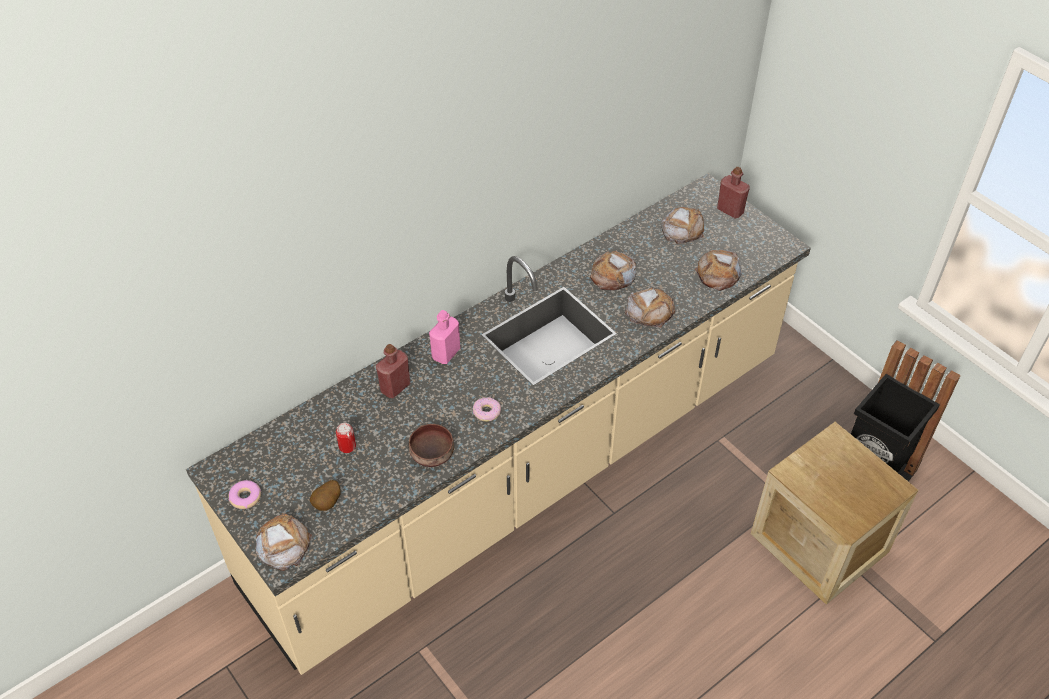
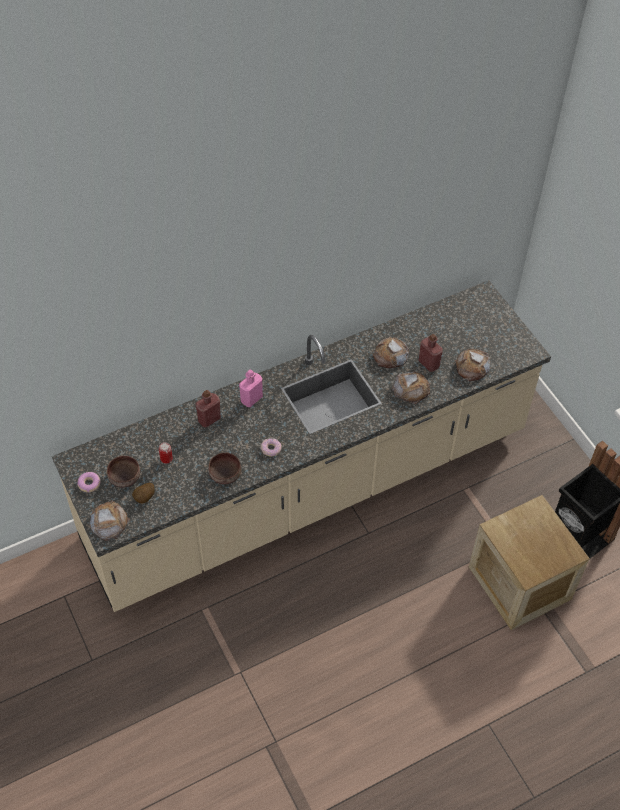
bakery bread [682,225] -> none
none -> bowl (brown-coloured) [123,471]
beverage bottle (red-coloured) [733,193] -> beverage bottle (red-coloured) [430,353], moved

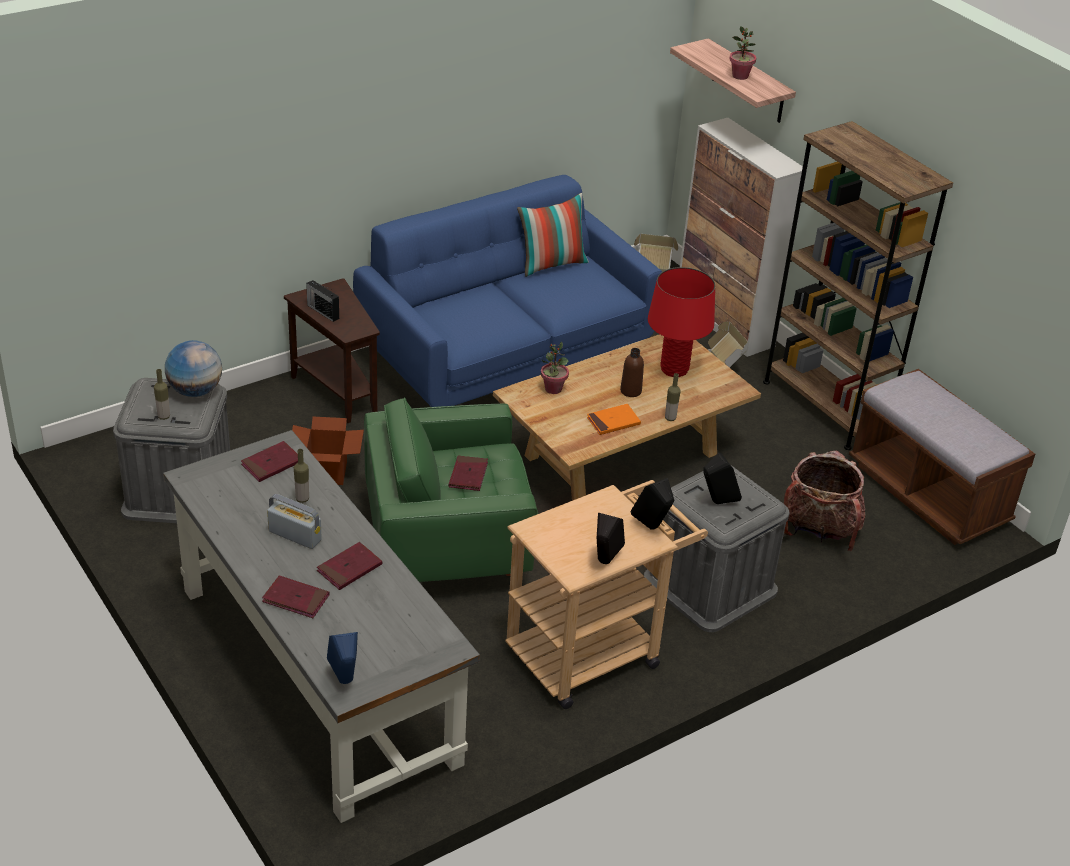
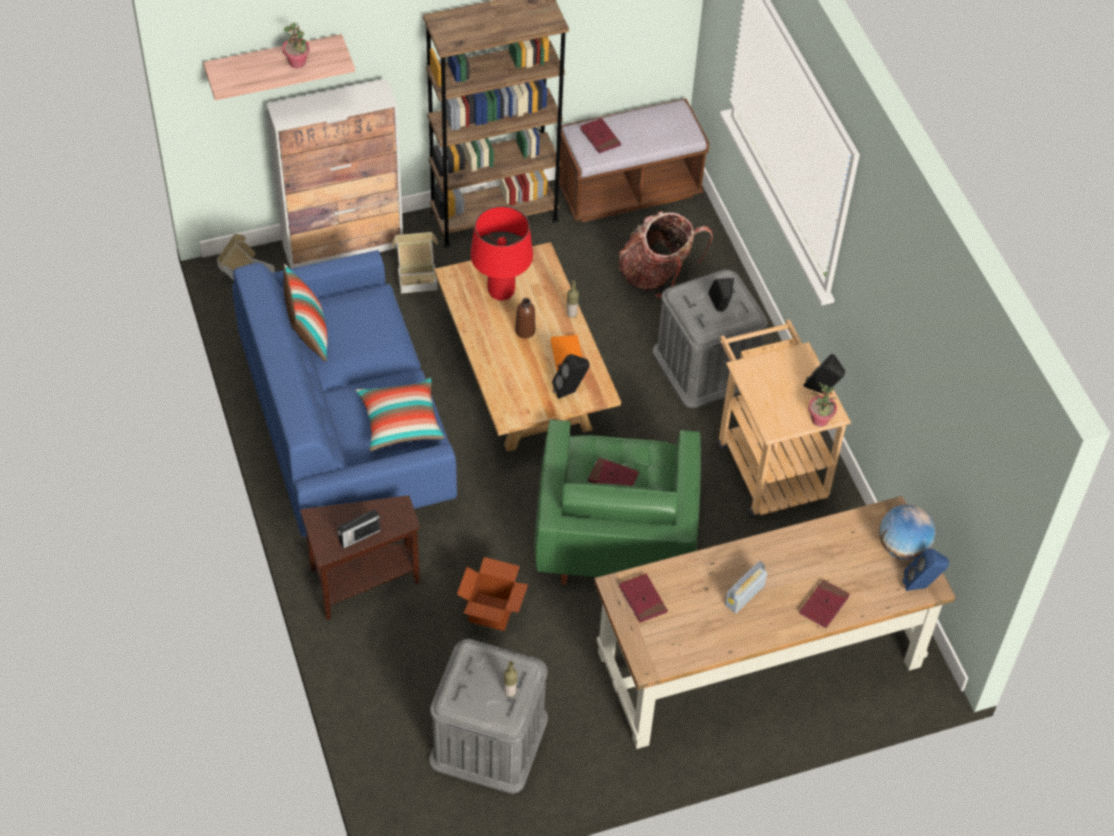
beverage bottle [301,476] -> none
none -> cushion [400,414]
desk globe [193,368] -> desk globe [907,532], moved
volume (red-coloured) [349,566] -> volume (red-coloured) [600,135], moved
potted plant [555,367] -> potted plant [822,404], moved
speaker (black-coloured) [653,504] -> speaker (black-coloured) [570,376], moved
desk unit (greyish) [321,626] -> desk unit (brown-coloured) [774,622]

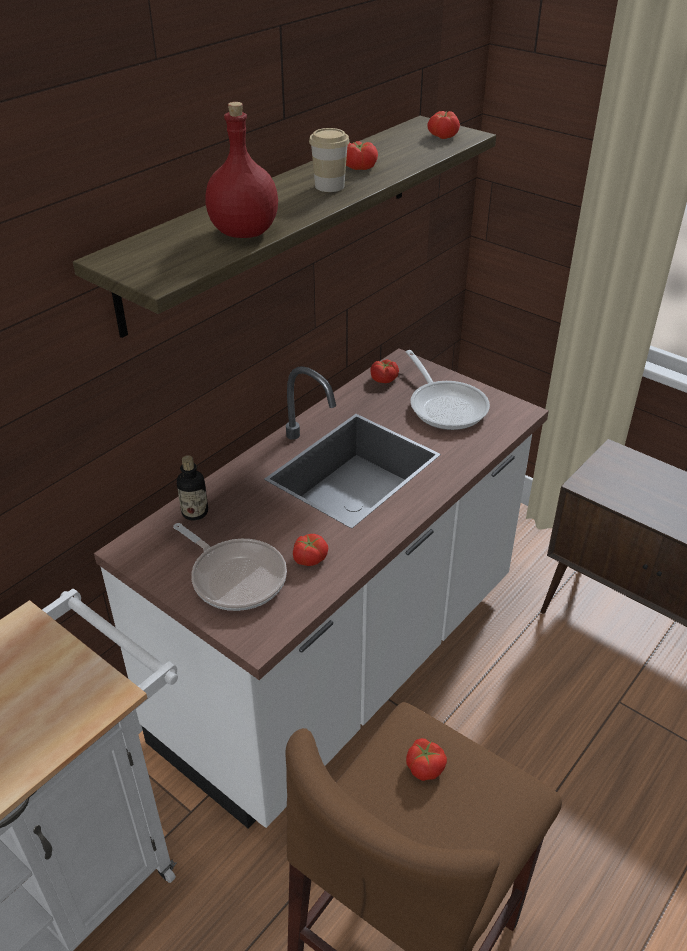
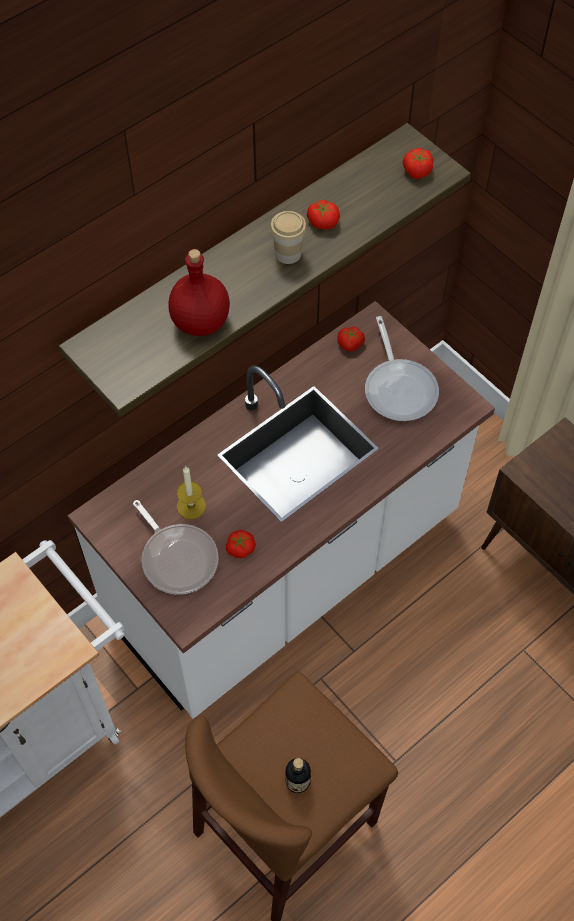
tomato [426,759] -> none
none -> wax light [191,492]
beverage bottle [192,488] -> beverage bottle [298,775], moved

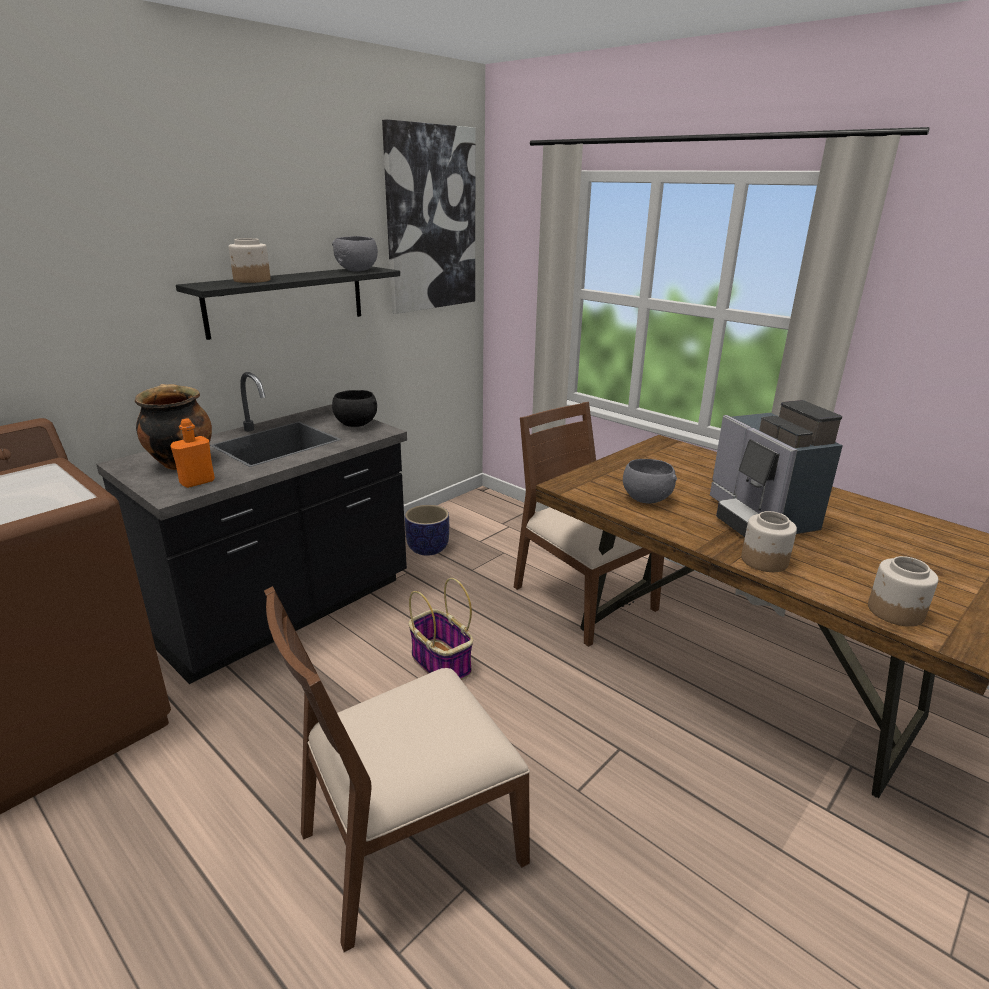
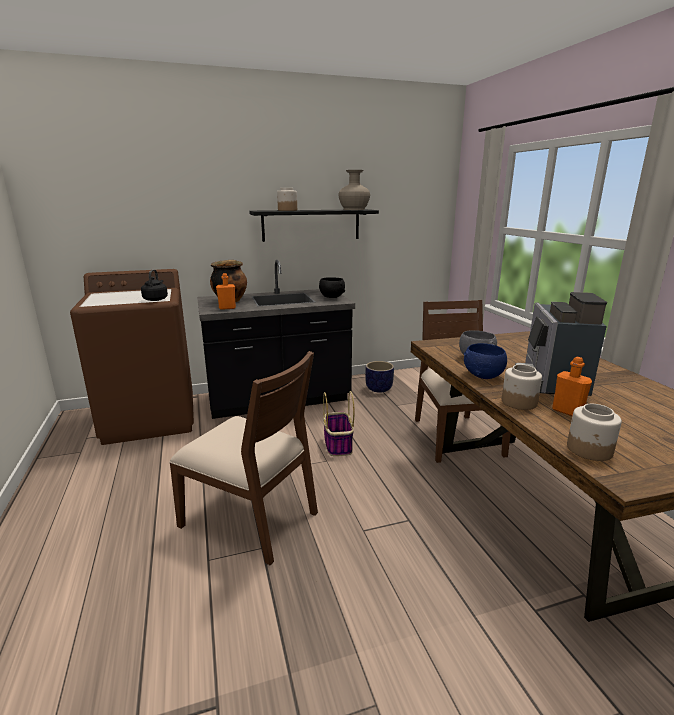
wall picture [428,216] -> none
none -> tea kettle (black-coloured) [154,285]
none -> bowl (blue-coloured) [485,361]
none -> beverage bottle (orangey) [572,386]
bowl (greyish) [355,254] -> vase (beige-coloured) [354,190]
chair (brown-coloured) [397,769] -> chair (brown-coloured) [243,458], 150 degrees counterclockwise

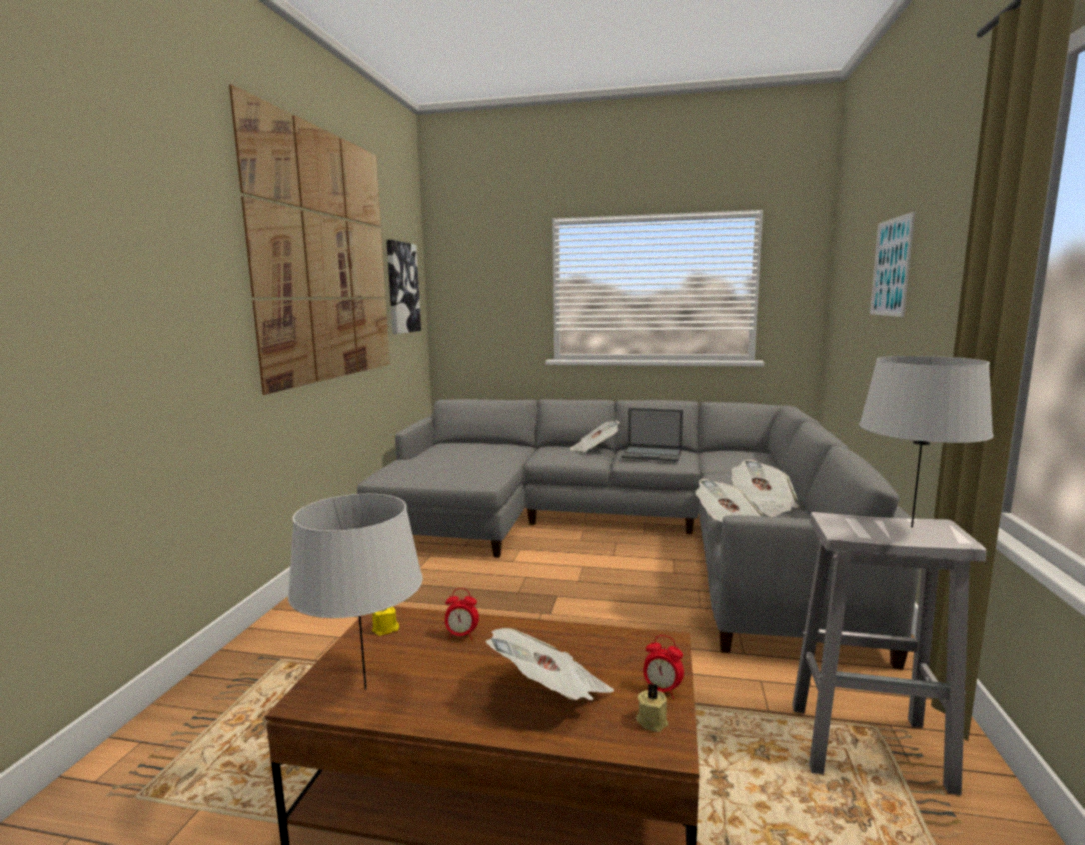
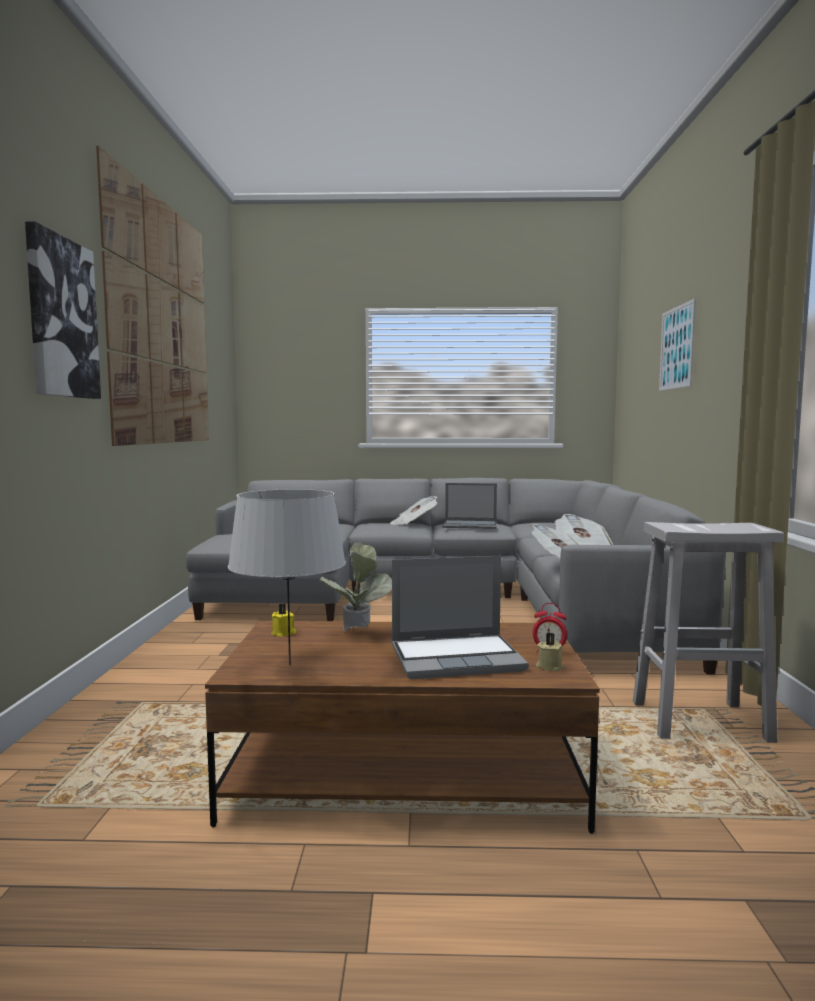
table lamp (greyish) [926,442] -> none
wall picture [403,287] -> wall picture [63,310], moved
bedside clock [462,614] -> potted plant [355,587]
daily paper [549,664] -> notebook computer [460,617]

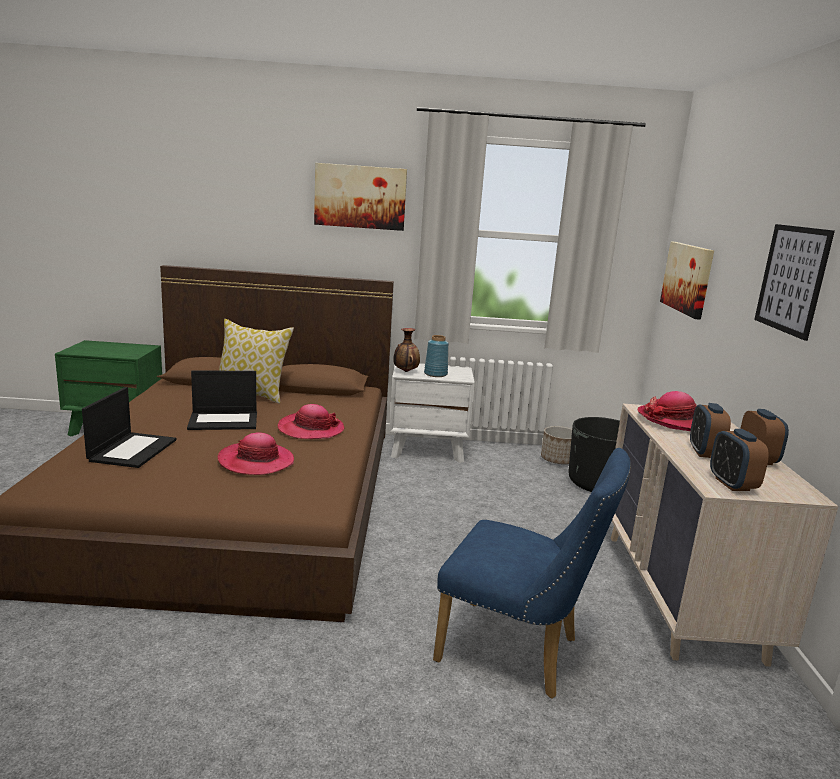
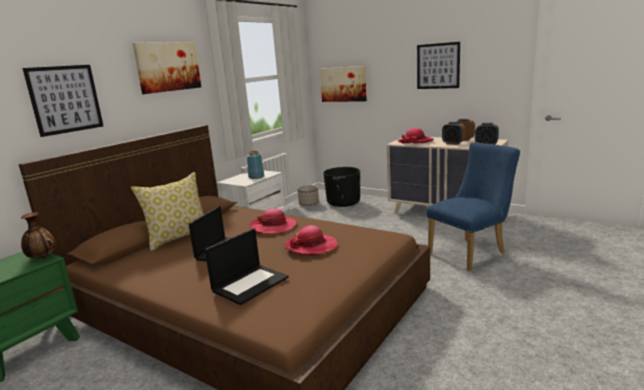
none -> wall picture [62,101]
vase [406,350] -> vase [38,235], moved
notebook computer [129,427] -> notebook computer [247,266], 90 degrees clockwise

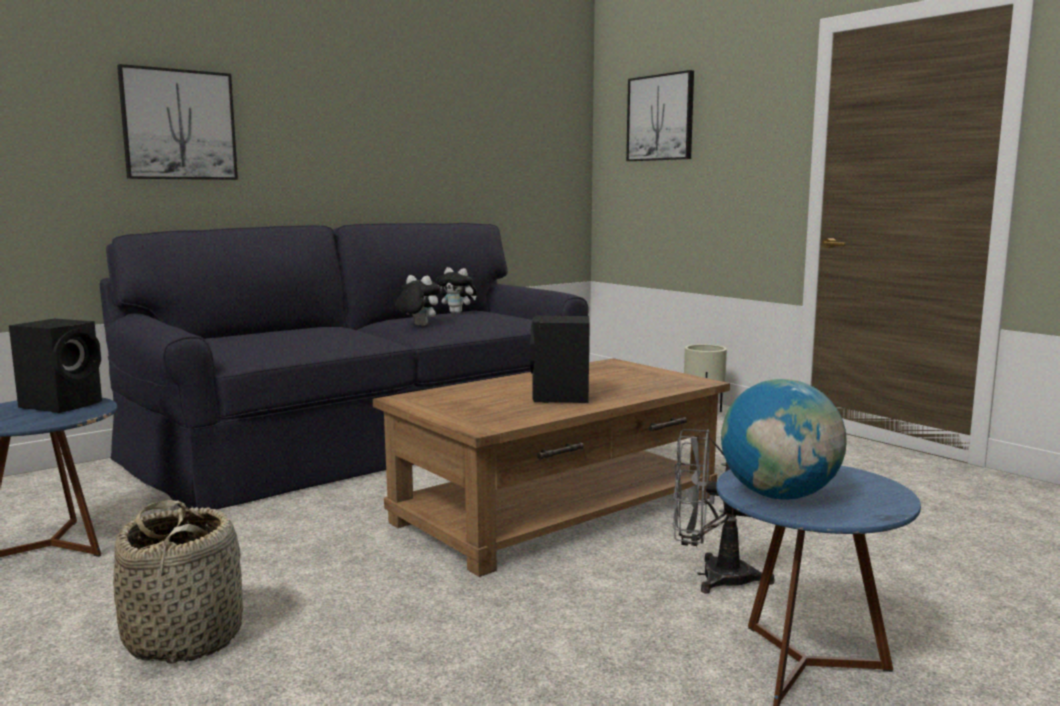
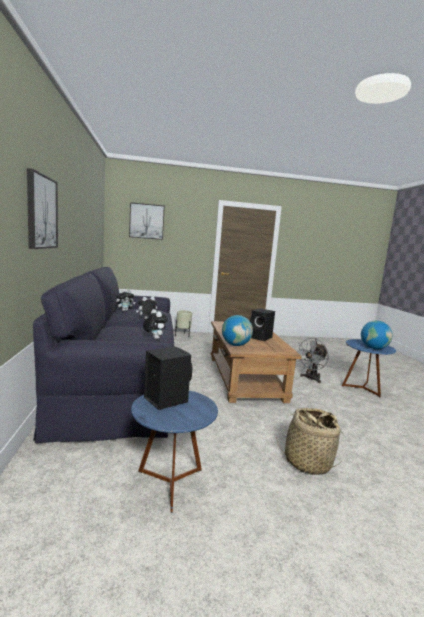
none -> plush toy [155,324]
none -> desk globe [237,330]

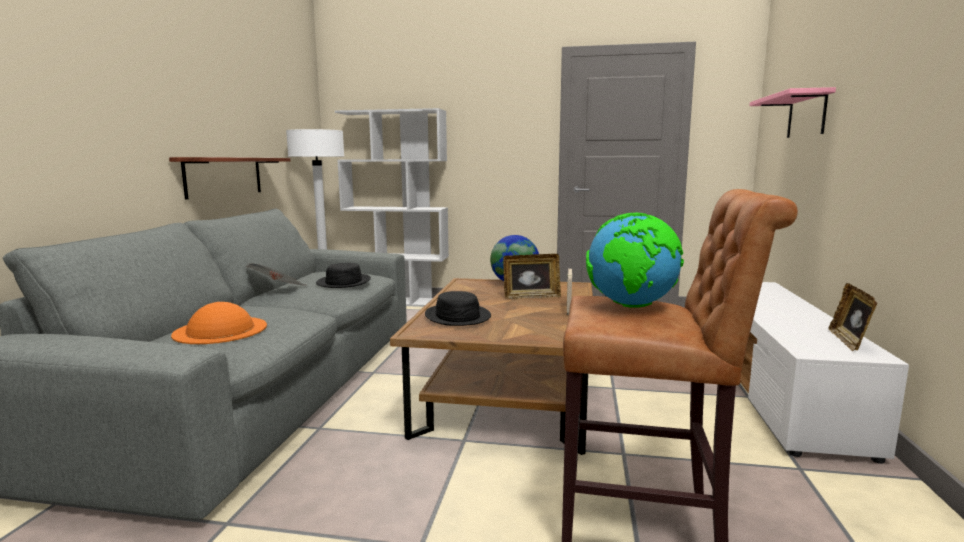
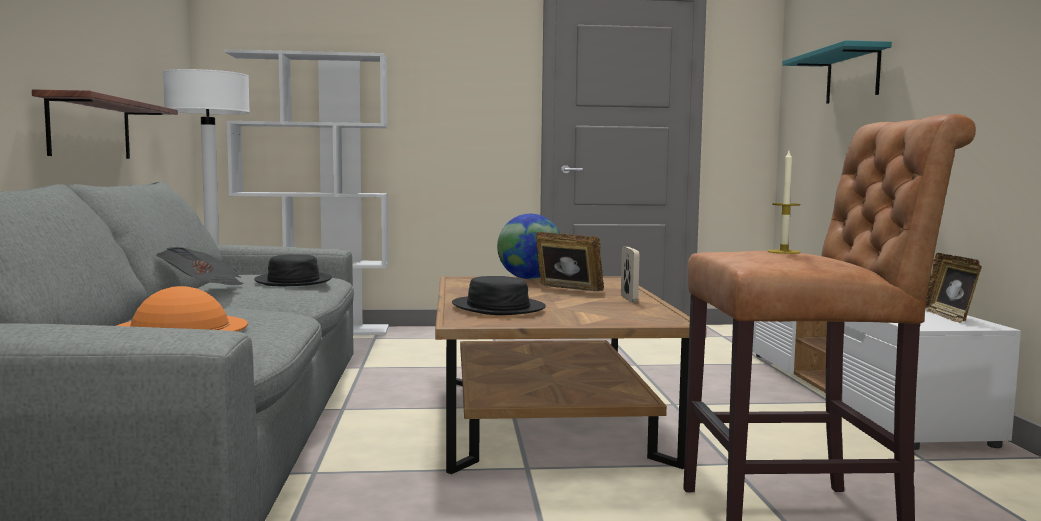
desk globe [635,260] -> wax light [784,202]
bracket shelf (pinkish) [793,112] -> bracket shelf (turquoise-coloured) [837,72]
picture frame [532,276] -> picture frame [570,261], 120 degrees counterclockwise

